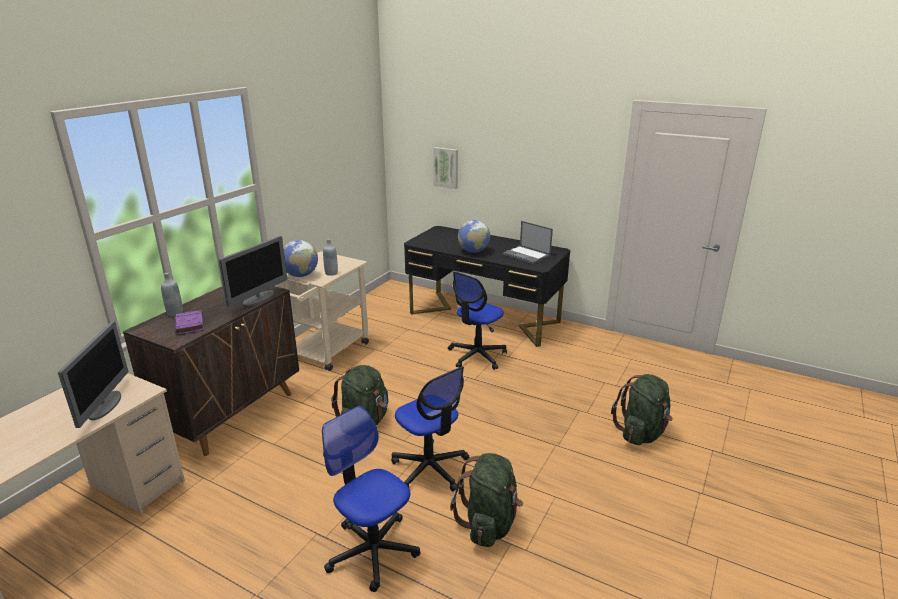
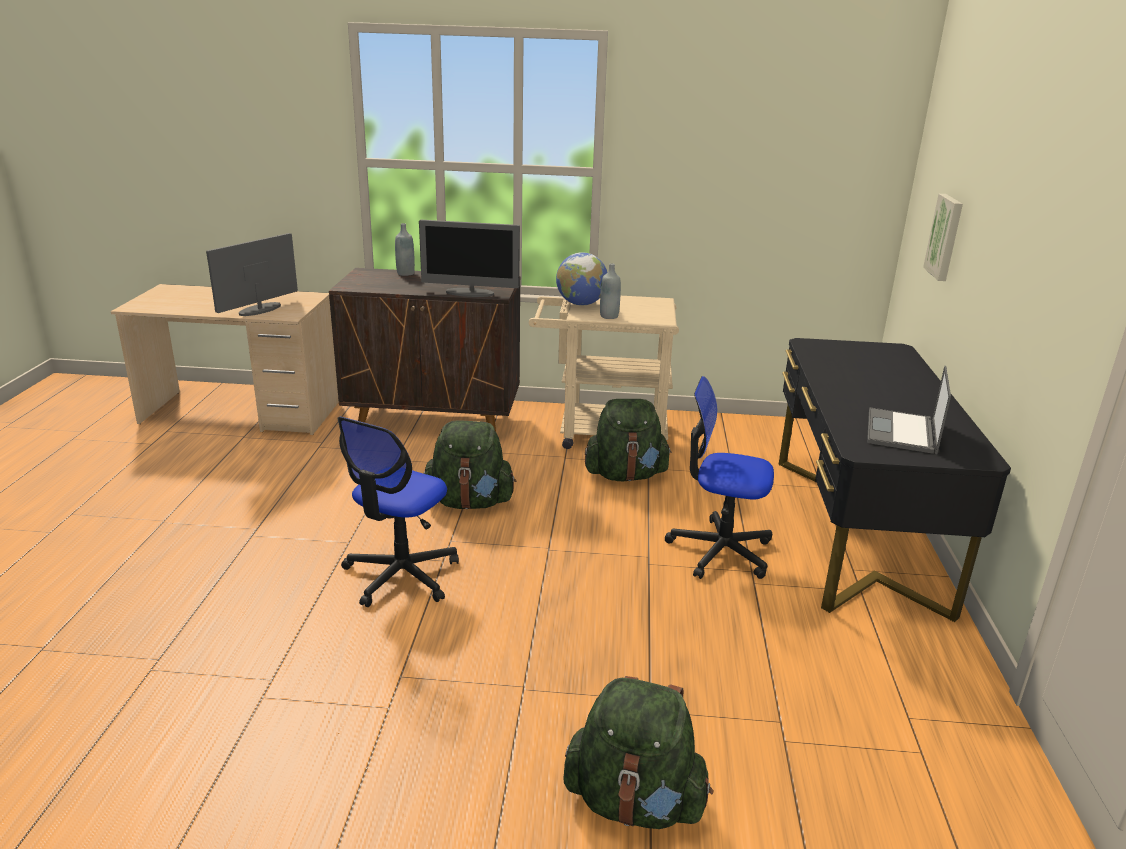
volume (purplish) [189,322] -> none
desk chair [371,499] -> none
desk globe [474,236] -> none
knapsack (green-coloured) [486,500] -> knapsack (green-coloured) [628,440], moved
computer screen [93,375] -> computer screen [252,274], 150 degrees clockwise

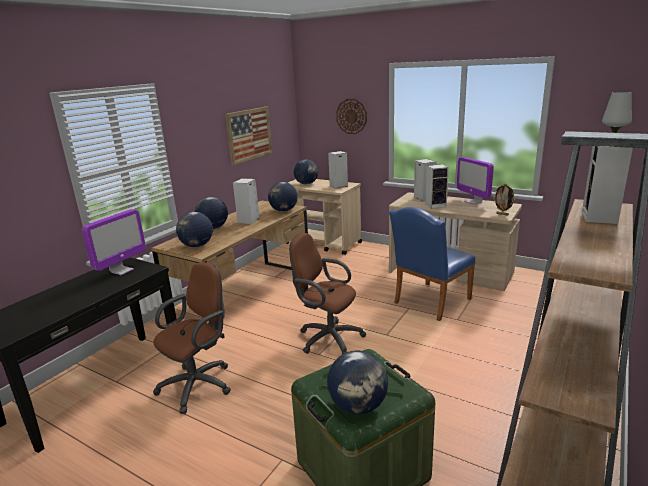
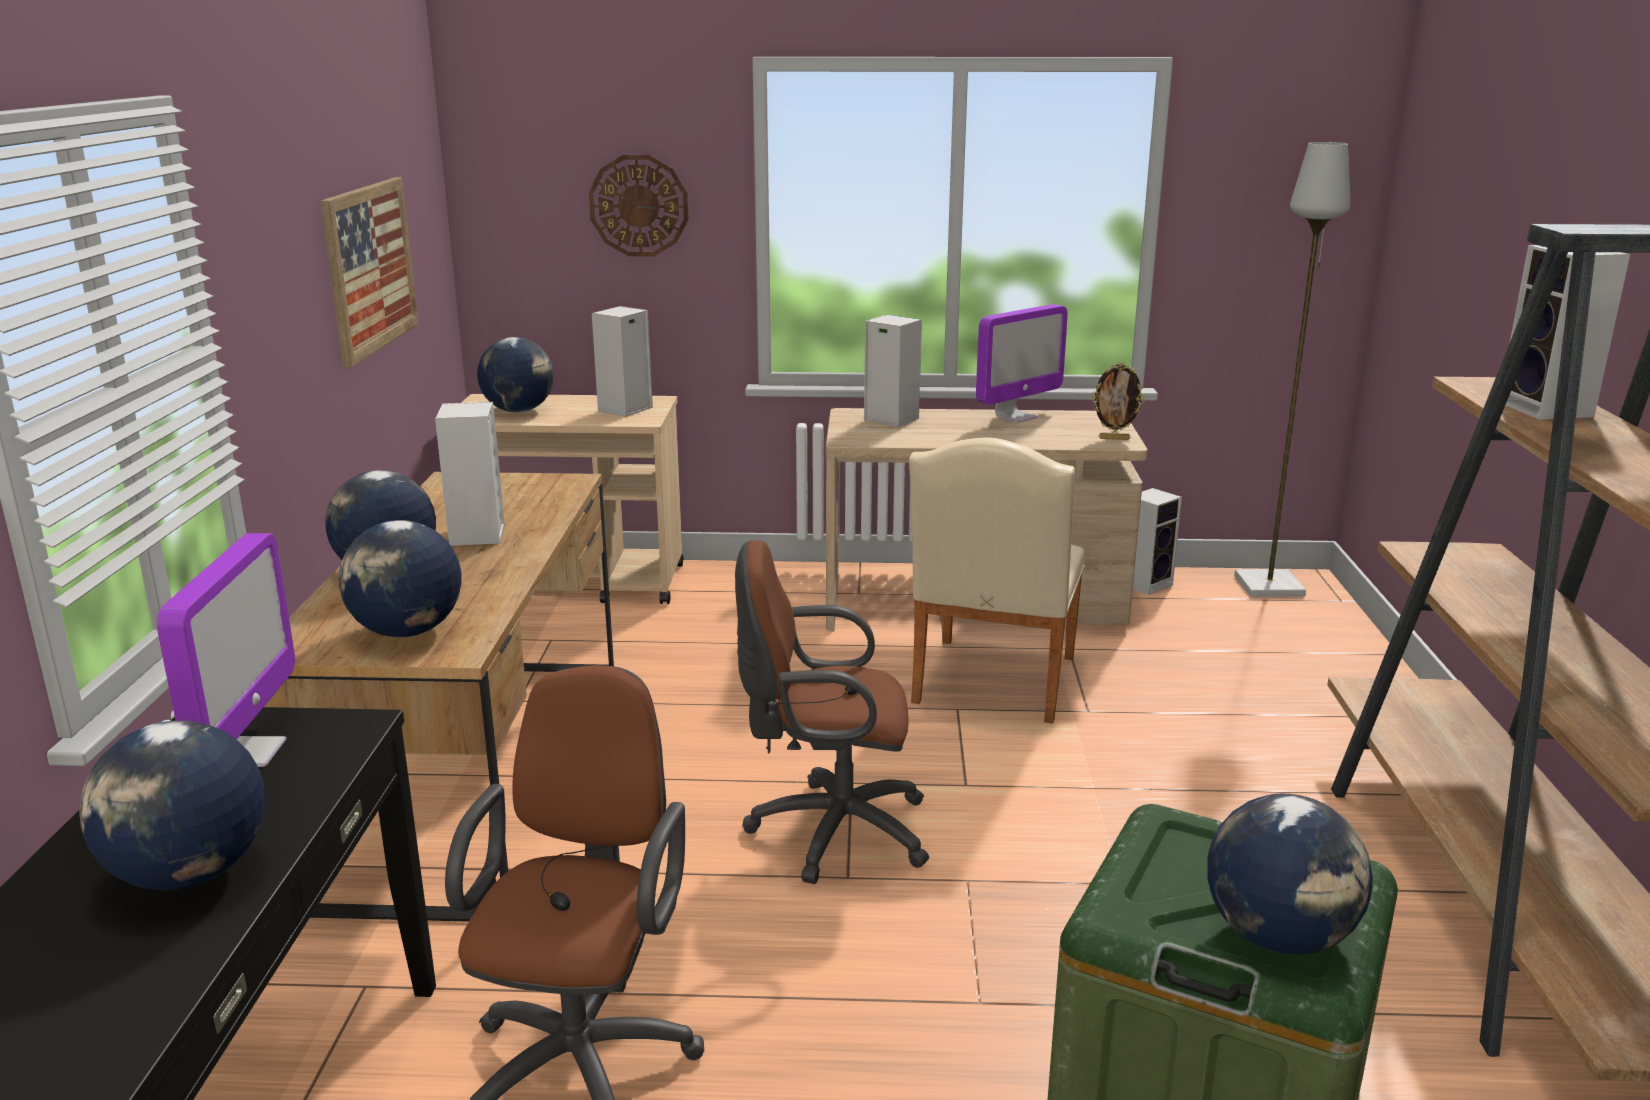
desk globe [283,197] -> desk globe [172,805], moved
speaker [437,186] -> speaker [1157,541], moved
chair (blue-coloured) [432,264] -> chair (beige-coloured) [997,580]
computer screen [475,181] -> computer screen [1022,363], 75 degrees counterclockwise

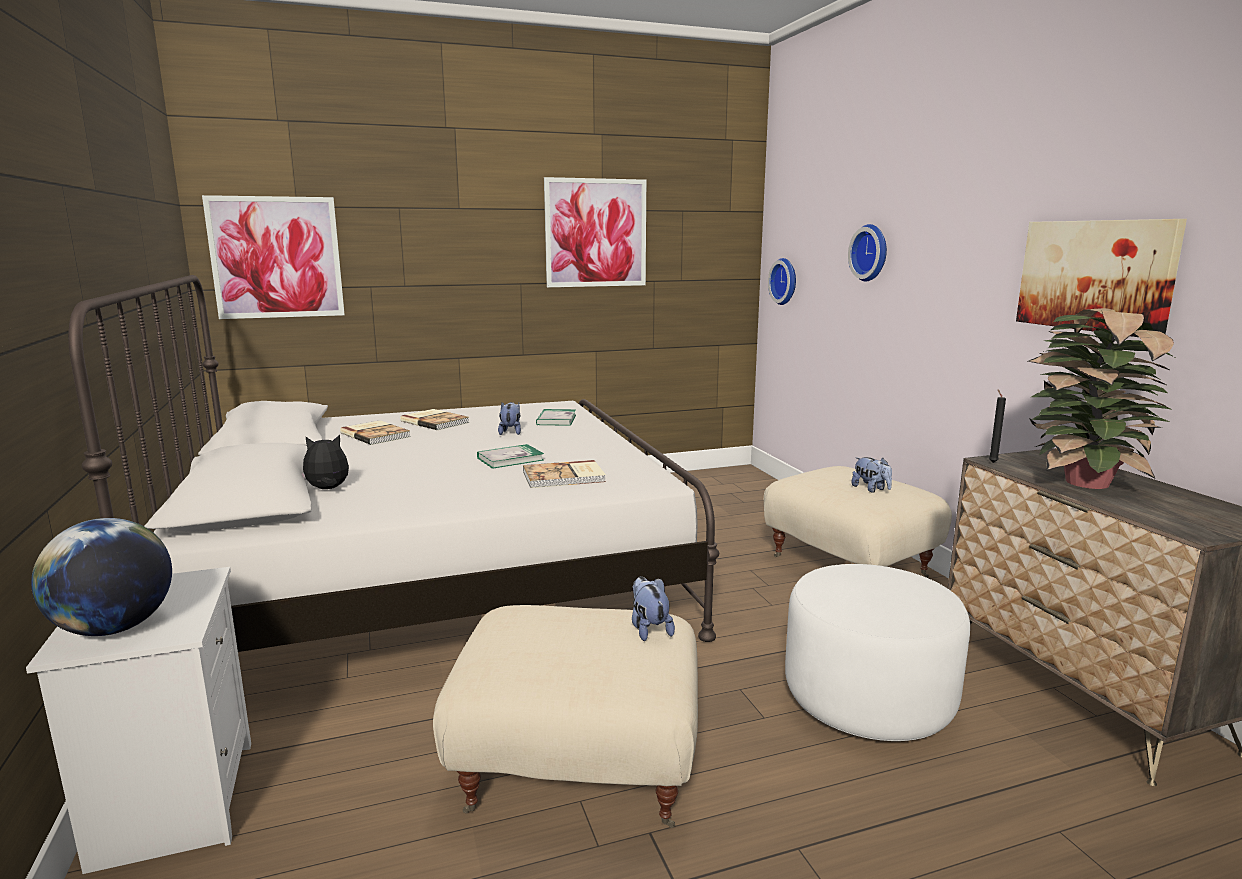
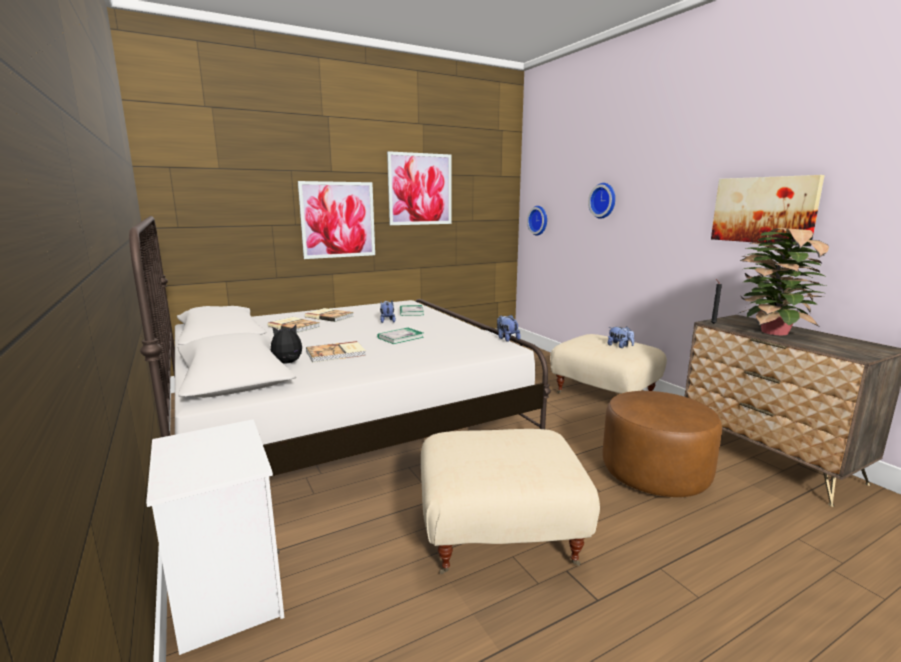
desk globe [101,577] -> none
wall picture [273,257] -> wall picture [336,220], moved
volume [564,474] -> volume [336,351], moved
plush toy [653,608] -> plush toy [509,328], moved
footrest (white) [877,652] -> footrest (brown-coloured) [662,444]

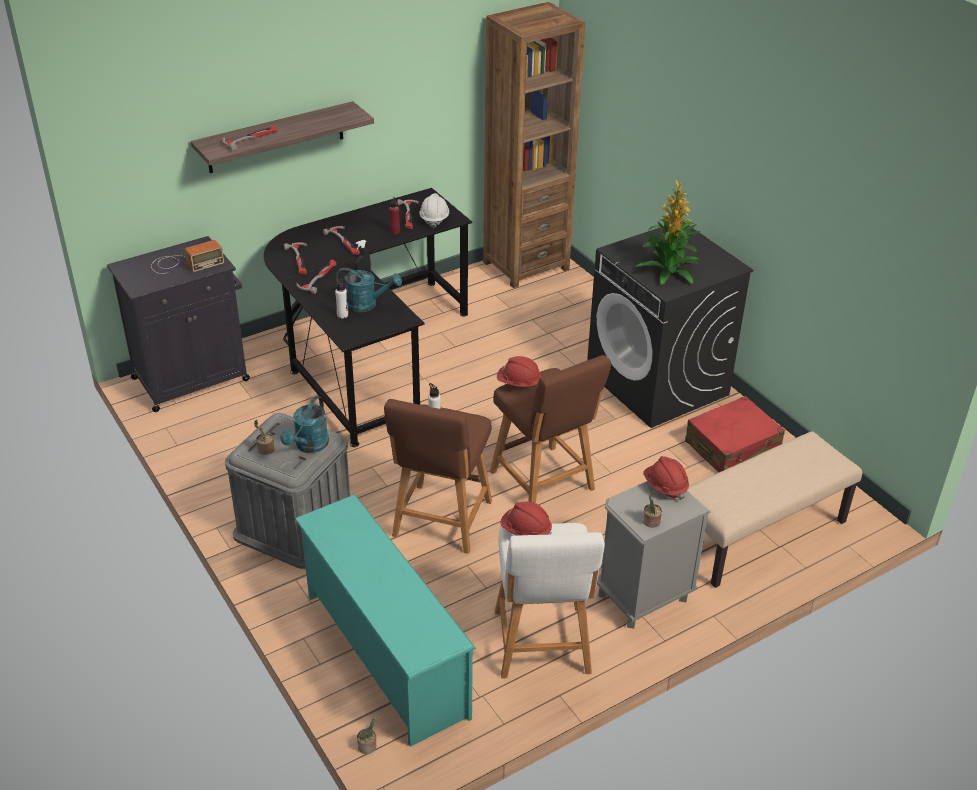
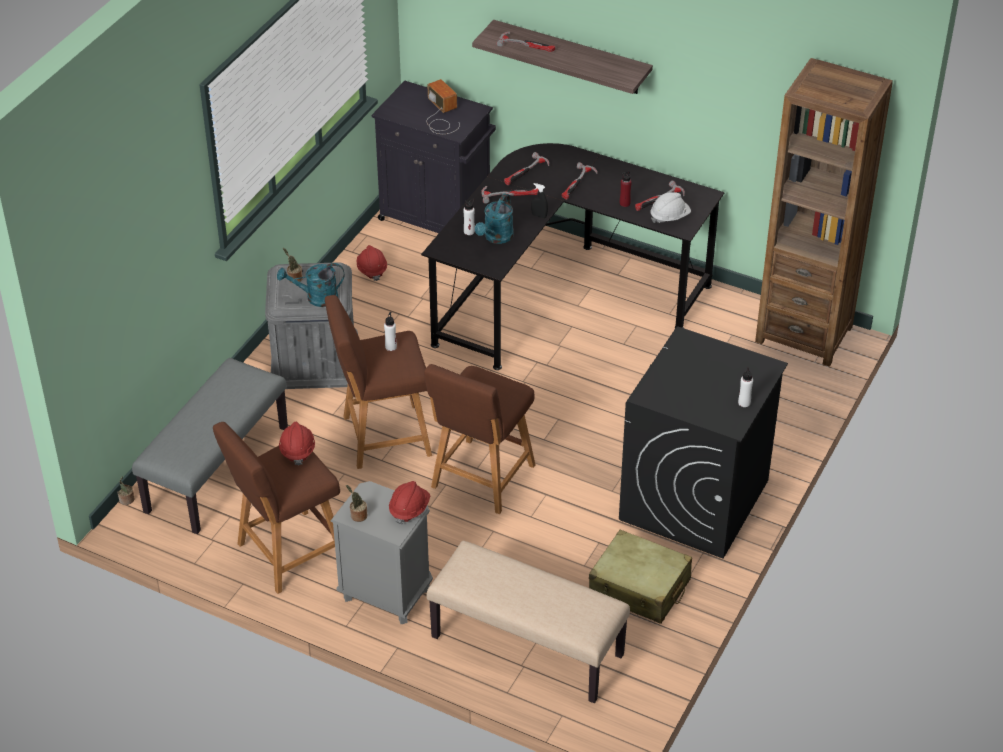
potted plant [668,232] -> none
none -> beverage bottle (white) [745,387]
safety helmet (red-coloured) [519,372] -> safety helmet (red-coloured) [372,263], moved
shoe shelf (turquoise-coloured) [385,621] -> indoor bench (greyish) [210,446]
stool seat (white) [550,601] -> stool seat (brown-coloured) [276,508]
suitcase (red-coloured) [735,434] -> suitcase (beige-coloured) [640,577]
radio set [187,257] -> radio set [443,106], 150 degrees counterclockwise
watering can (turquoise-coloured) [369,290] -> watering can (turquoise-coloured) [494,218], 45 degrees clockwise

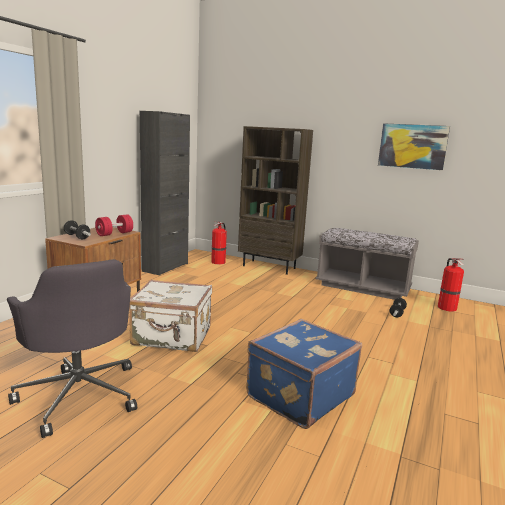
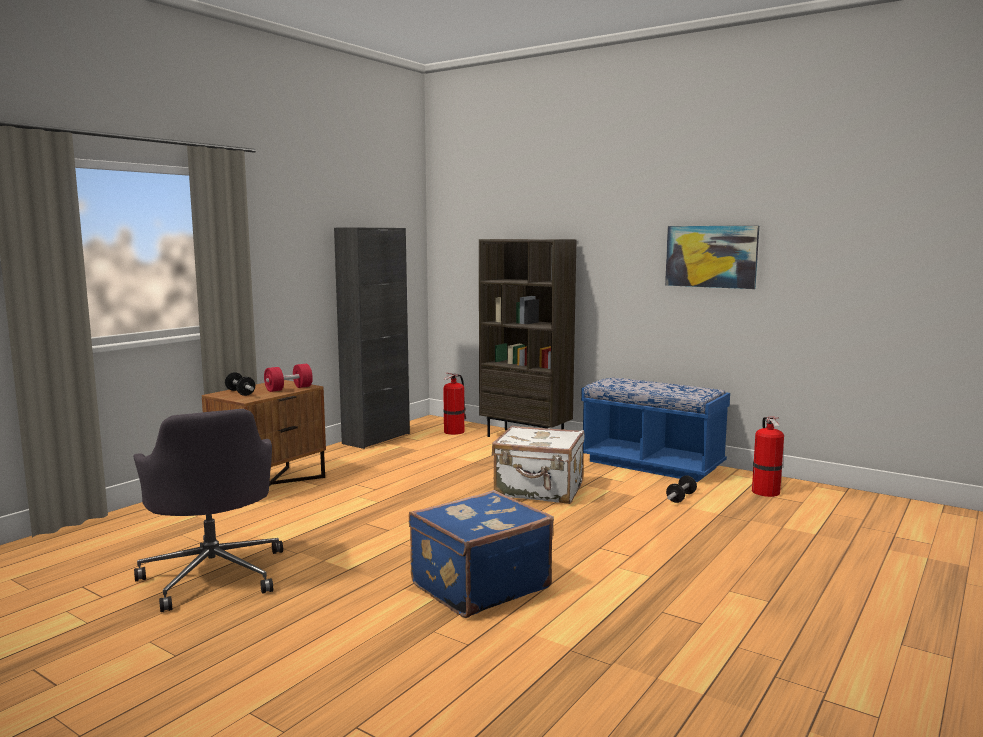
suitcase (white) [170,316] -> suitcase (white) [538,464], moved
indoor bench (greyish) [367,264] -> indoor bench (blue-coloured) [655,430]

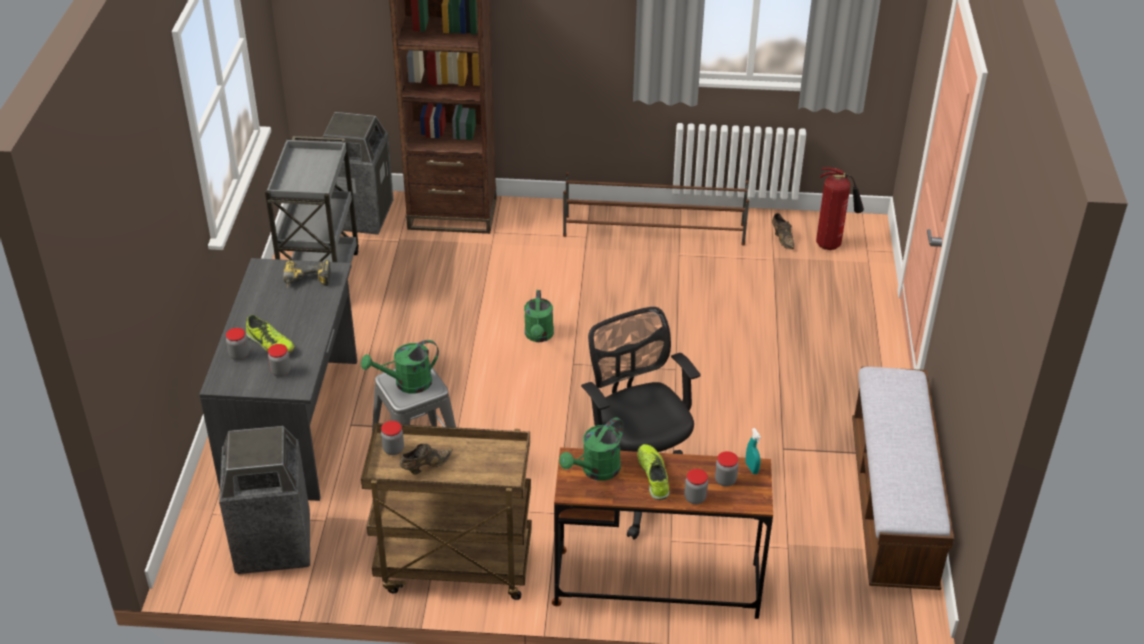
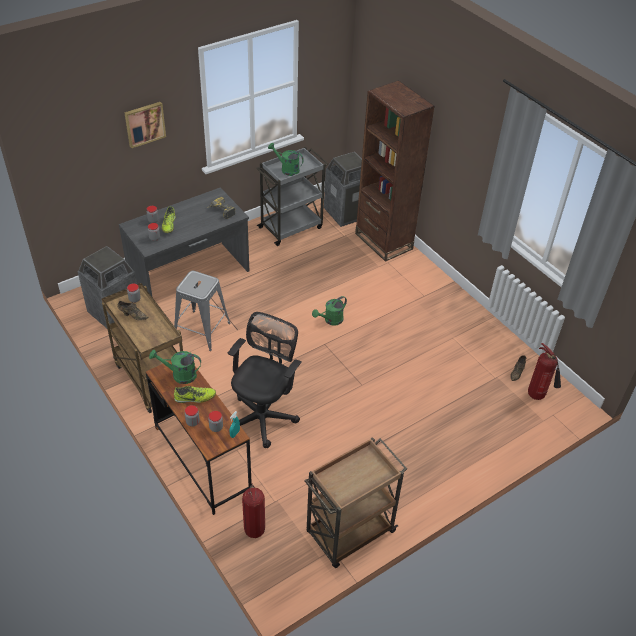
shoe shelf (brown-coloured) [656,208] -> none
none -> wall picture [145,125]
none -> extinguisher [253,510]
watering can (green-coloured) [400,367] -> watering can (green-coloured) [286,159], moved
indoor bench [903,478] -> wheeled cart (brown-coloured) [356,502]
shoe [653,472] -> shoe [195,394], 45 degrees clockwise

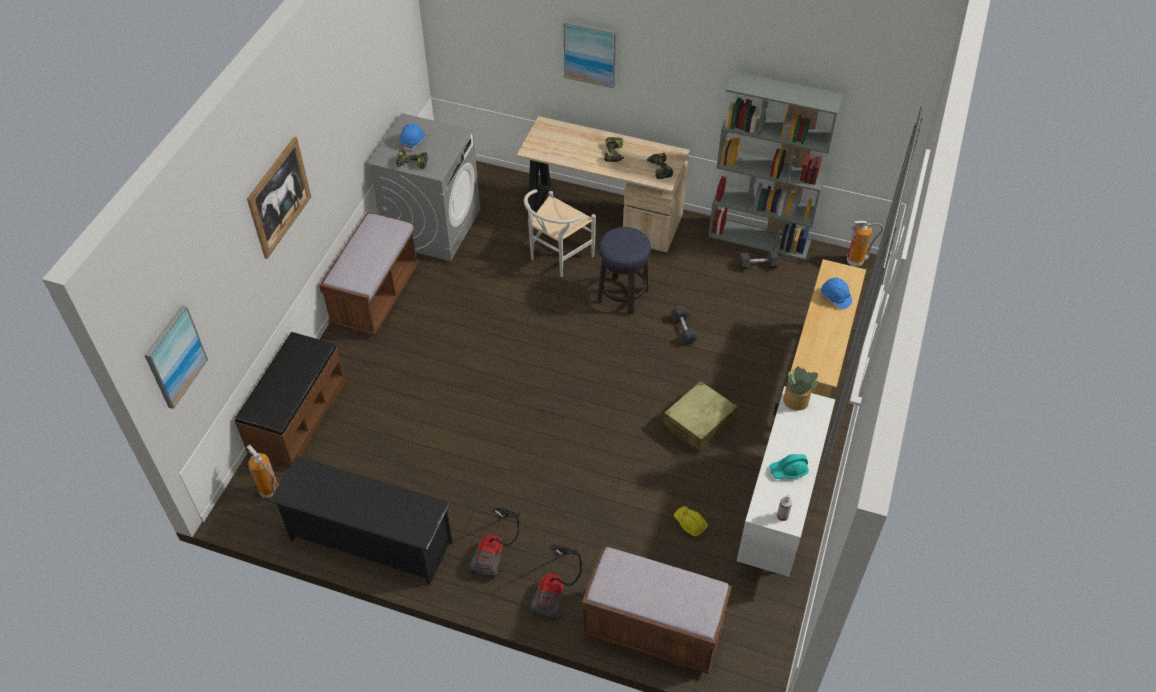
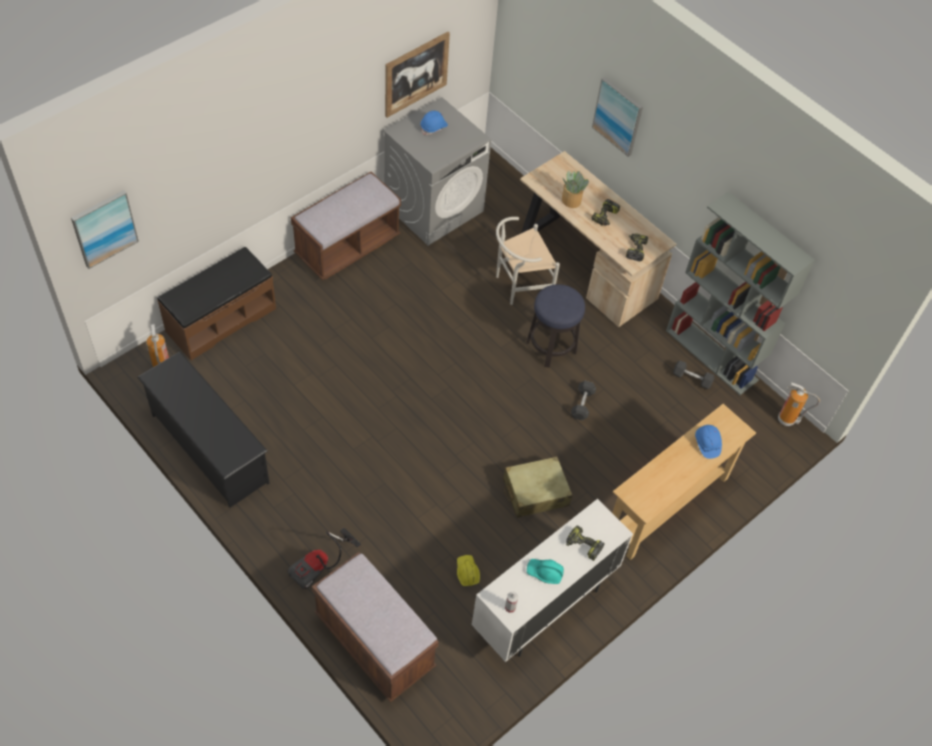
vacuum [494,543] -> none
wall picture [279,198] -> wall picture [417,75], moved
drill [412,159] -> drill [585,543], moved
potted plant [801,388] -> potted plant [575,189], moved

